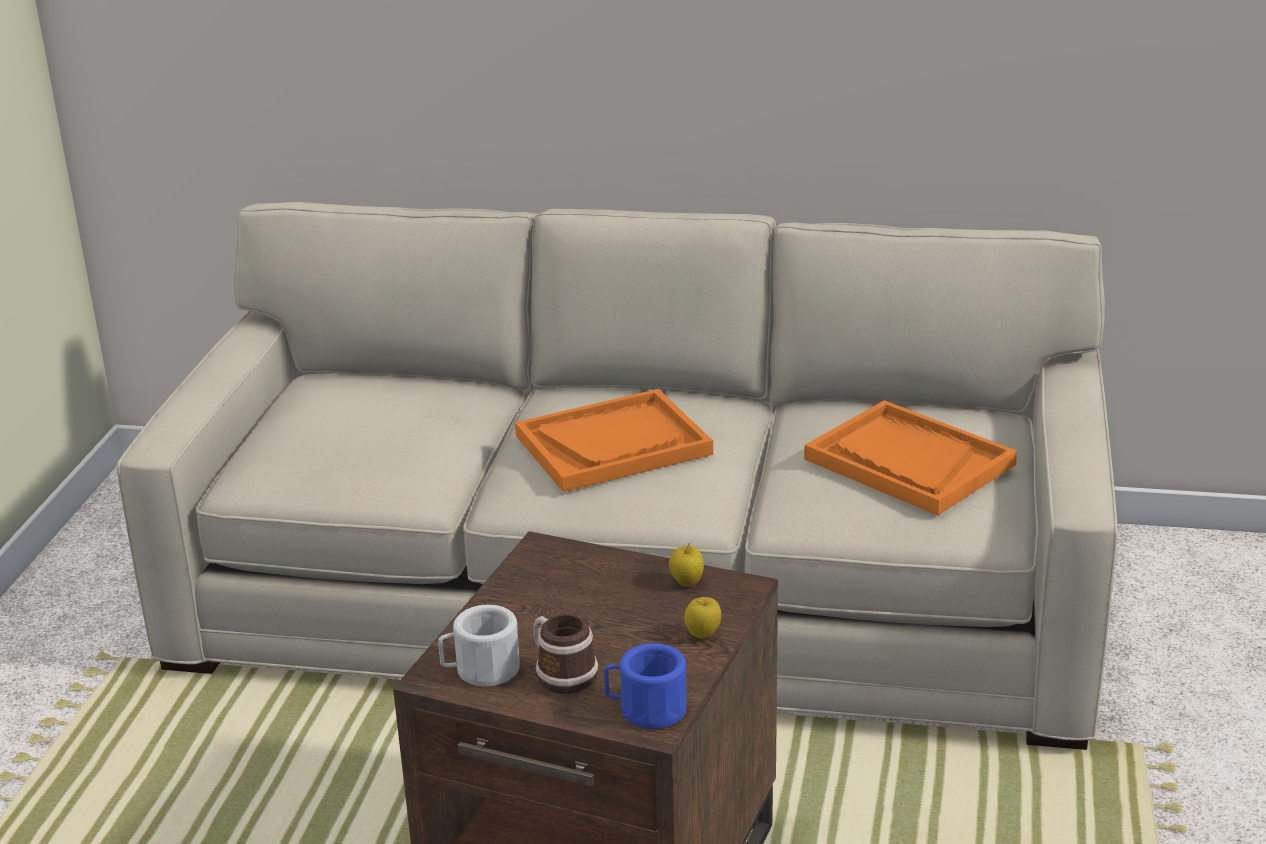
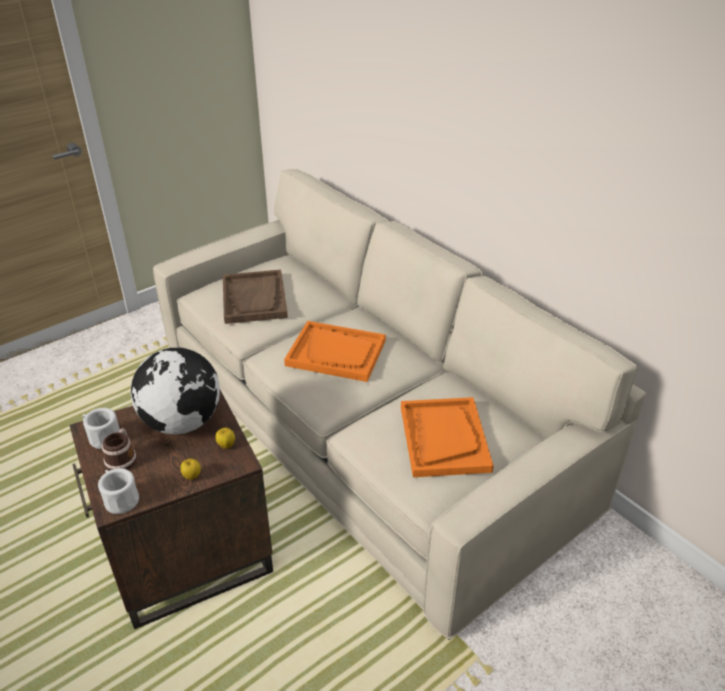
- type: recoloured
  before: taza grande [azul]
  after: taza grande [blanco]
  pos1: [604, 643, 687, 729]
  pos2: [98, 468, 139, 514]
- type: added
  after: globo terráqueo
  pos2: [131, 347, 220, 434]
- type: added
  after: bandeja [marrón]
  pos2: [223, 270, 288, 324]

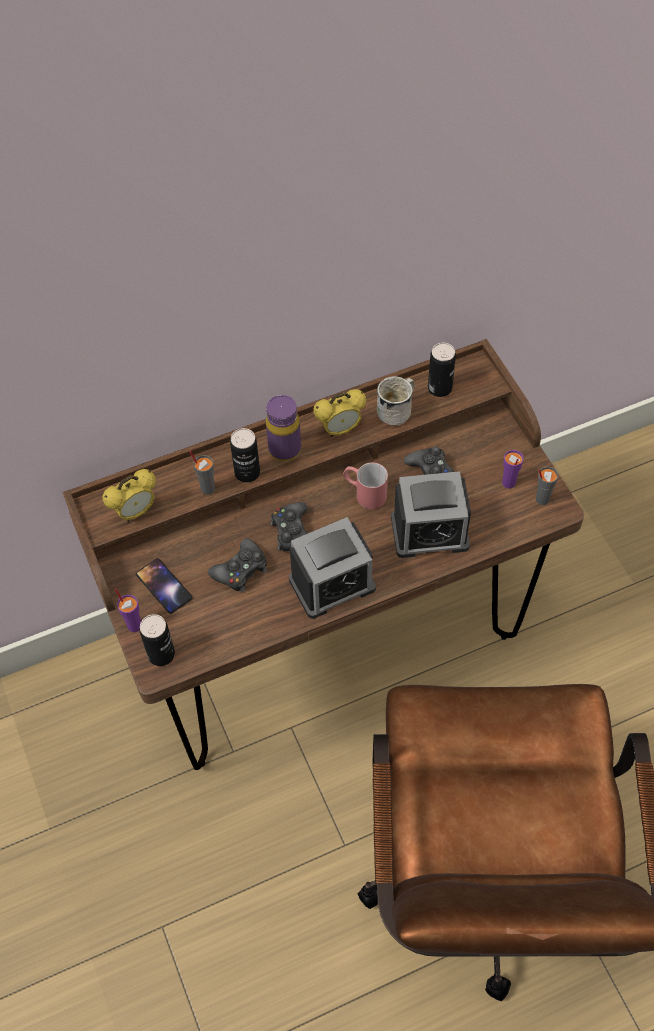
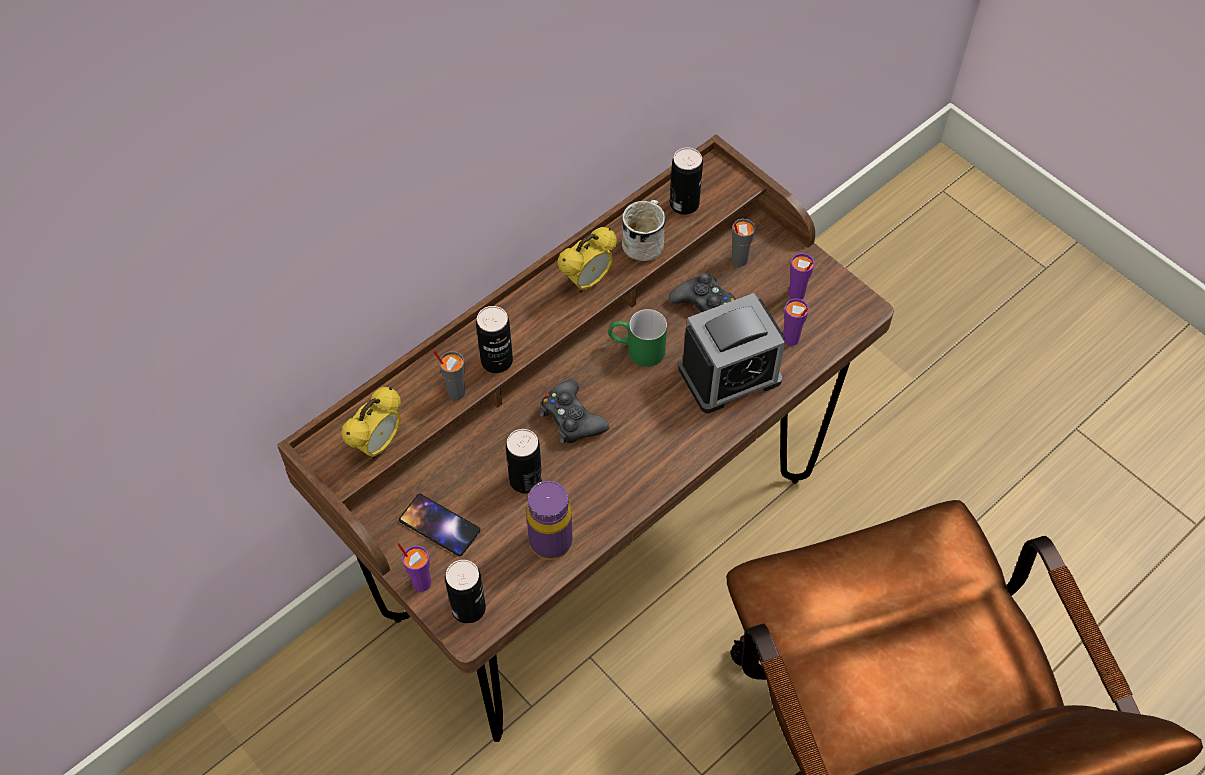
- type: replaced
  before: mando de consola [negro]
  after: lata
  pos1: [208, 538, 267, 592]
  pos2: [506, 429, 542, 494]
- type: moved
  before: botella [morado]
  pos1: [266, 395, 301, 461]
  pos2: [526, 481, 572, 560]
- type: recoloured
  before: taza grande [rojo]
  after: taza grande [verde]
  pos1: [343, 462, 388, 509]
  pos2: [608, 309, 667, 367]
- type: moved
  before: taza [gris]
  pos1: [536, 467, 558, 505]
  pos2: [732, 219, 755, 266]
- type: added
  after: taza [morado]
  pos2: [783, 298, 809, 346]
- type: removed
  before: despertador
  pos1: [289, 517, 376, 619]

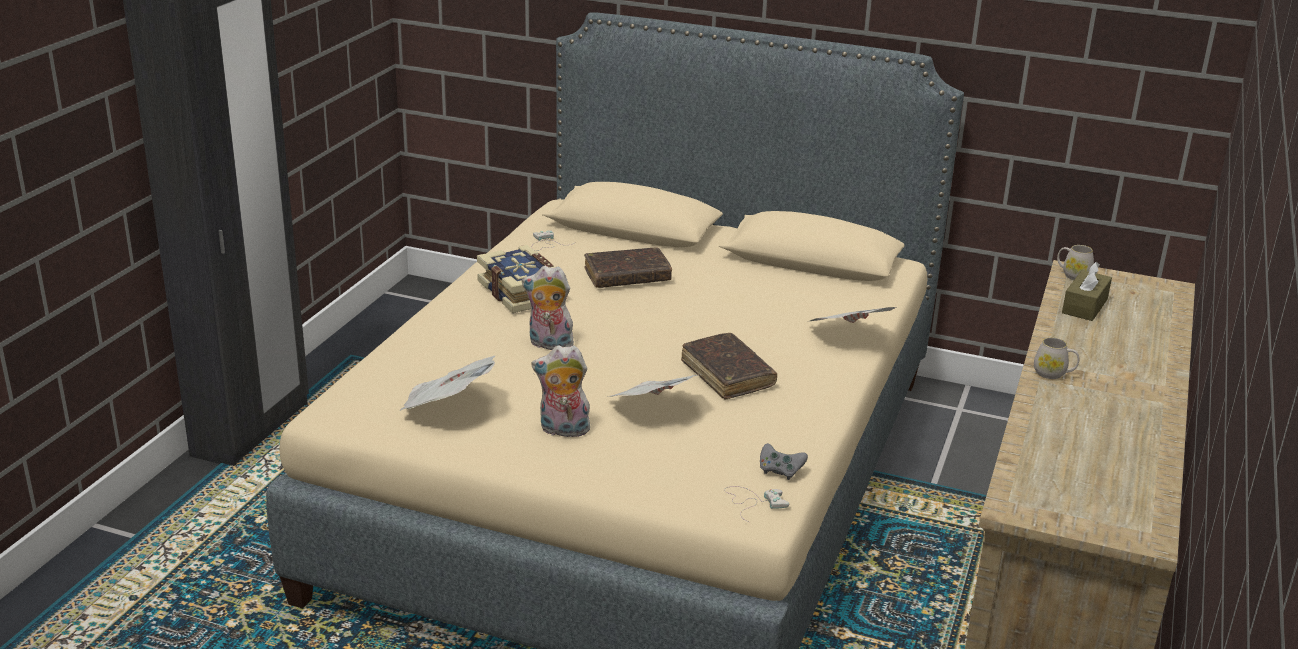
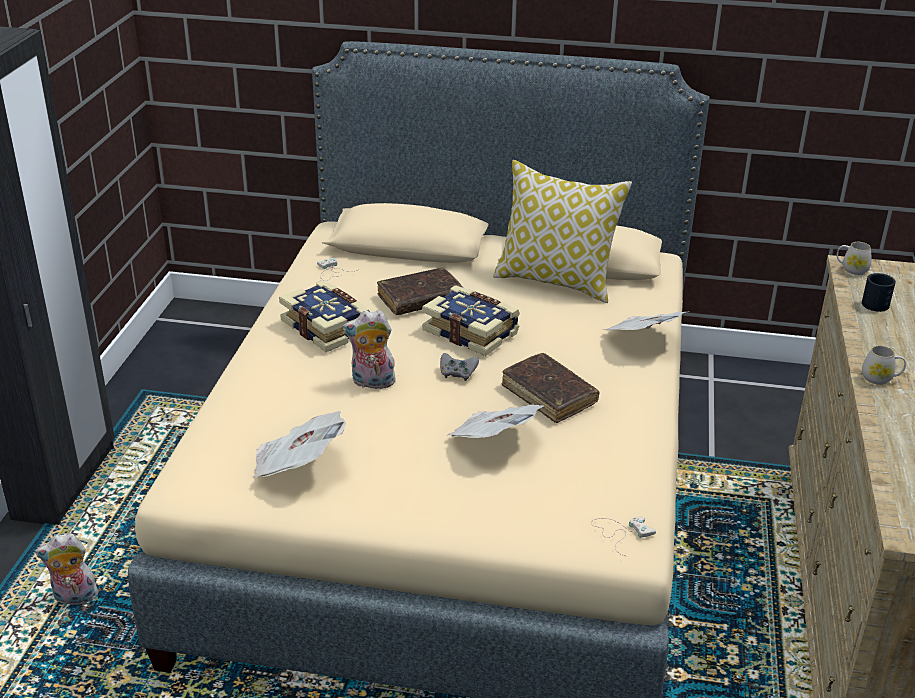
- type: moved
  before: peluche
  pos1: [531, 345, 592, 437]
  pos2: [35, 533, 100, 605]
- type: added
  after: libro
  pos2: [422, 285, 520, 356]
- type: moved
  before: mando de consola [gris]
  pos1: [760, 443, 808, 480]
  pos2: [440, 353, 479, 381]
- type: added
  after: cojín
  pos2: [493, 160, 632, 303]
- type: replaced
  before: caja de pañuelos [marrón]
  after: taza grande [negro]
  pos1: [1062, 262, 1112, 321]
  pos2: [862, 273, 896, 312]

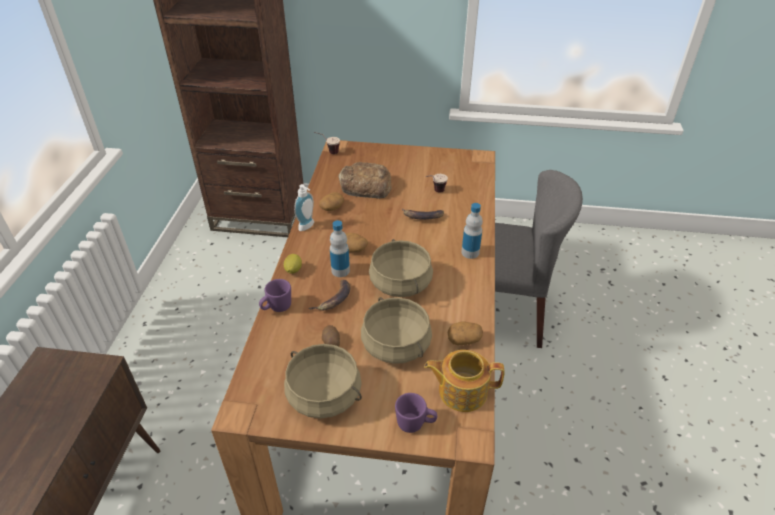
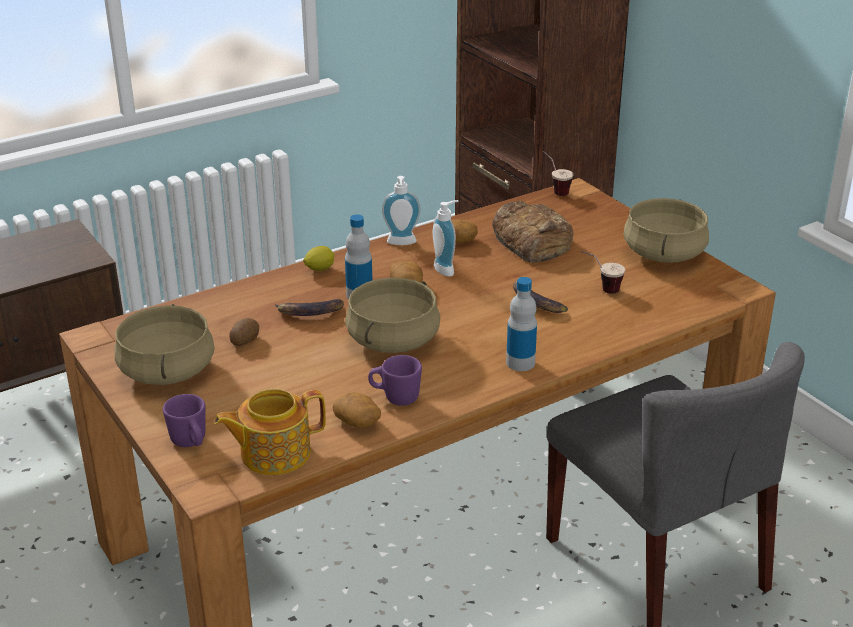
- type: turned
  before: tetera
  pos1: [424, 350, 505, 412]
  pos2: [214, 389, 326, 475]
  turn: -75
- type: moved
  before: taza grande [morado]
  pos1: [259, 279, 291, 312]
  pos2: [368, 355, 422, 406]
- type: added
  after: dispensador de jabón
  pos2: [433, 200, 458, 277]
- type: moved
  before: olla [beis]
  pos1: [361, 297, 432, 364]
  pos2: [624, 198, 709, 263]

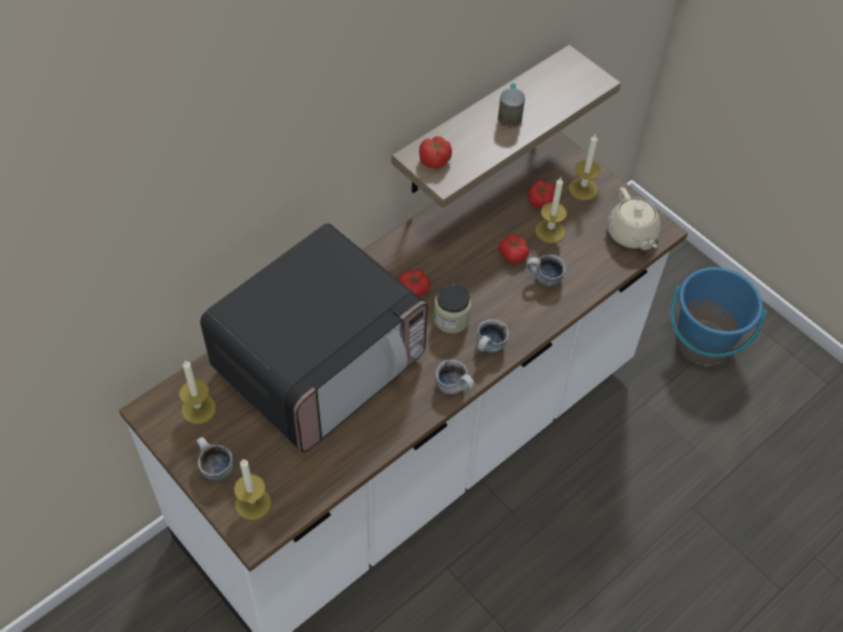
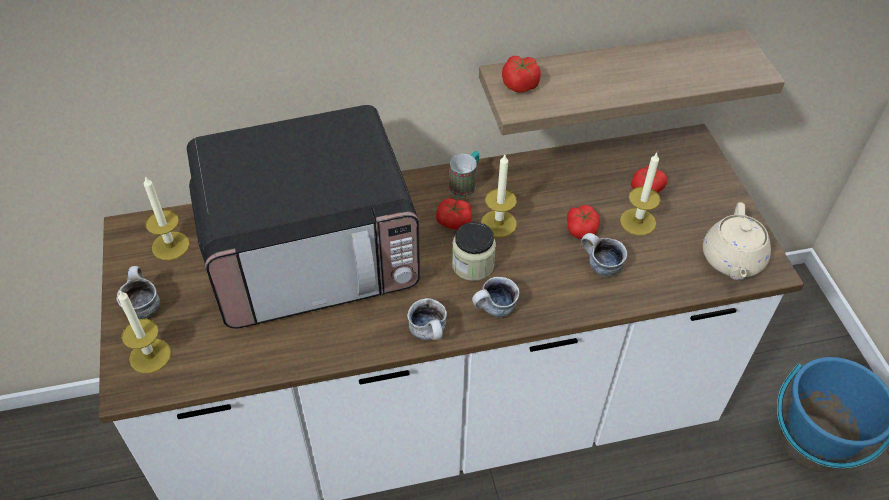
- type: moved
  before: taza grande
  pos1: [498, 83, 525, 129]
  pos2: [449, 151, 479, 197]
- type: moved
  before: vela
  pos1: [569, 133, 600, 200]
  pos2: [481, 155, 517, 237]

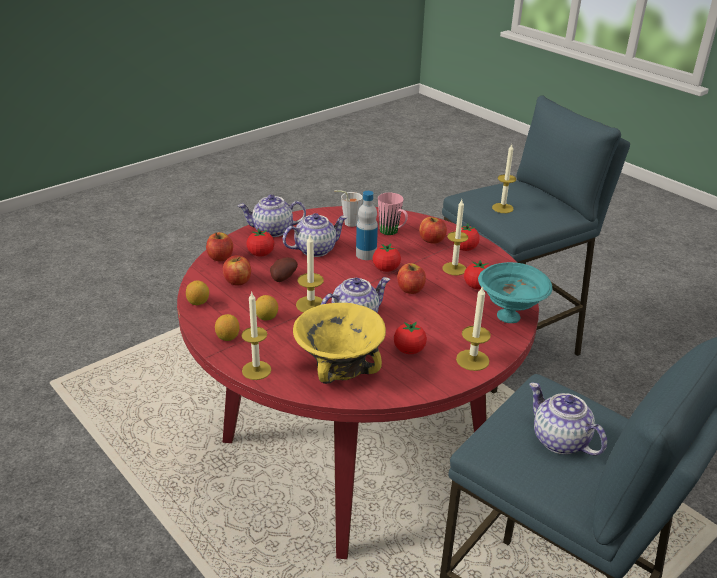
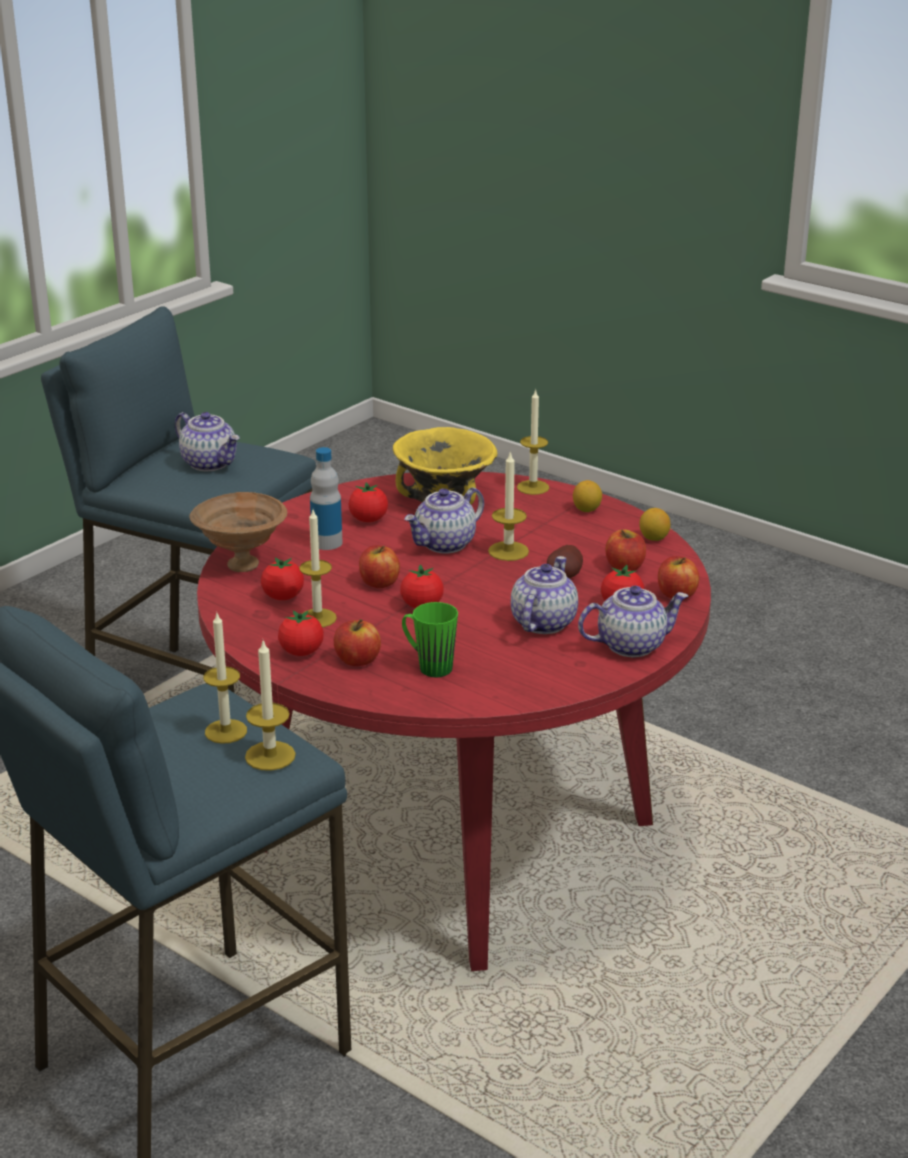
- type: recoloured
  before: cuenco [turquesa]
  after: cuenco [marrón]
  pos1: [478, 262, 552, 323]
  pos2: [189, 492, 287, 572]
- type: moved
  before: vela
  pos1: [456, 285, 491, 371]
  pos2: [245, 641, 296, 771]
- type: moved
  before: botella
  pos1: [356, 191, 378, 260]
  pos2: [310, 447, 342, 550]
- type: recoloured
  before: taza grande [rosa]
  after: taza grande [verde]
  pos1: [378, 193, 408, 235]
  pos2: [402, 602, 458, 677]
- type: turned
  before: tetera
  pos1: [283, 213, 347, 257]
  pos2: [511, 556, 578, 634]
  turn: 150
- type: removed
  before: limón
  pos1: [256, 295, 278, 320]
- type: removed
  before: taza [gris]
  pos1: [334, 190, 363, 227]

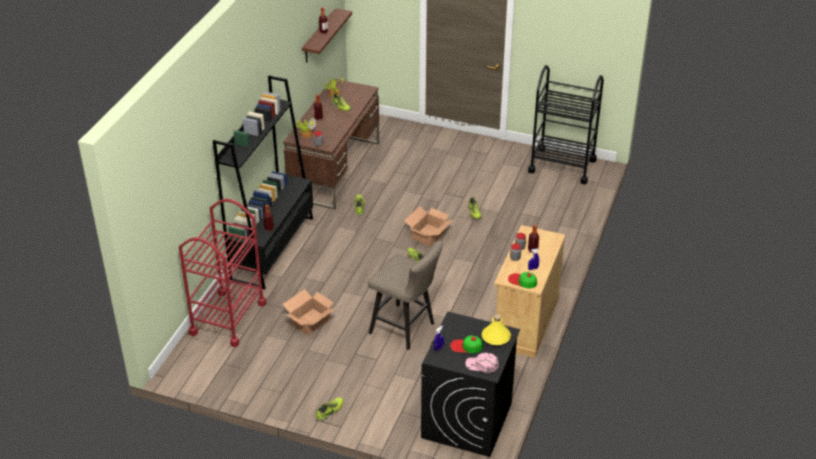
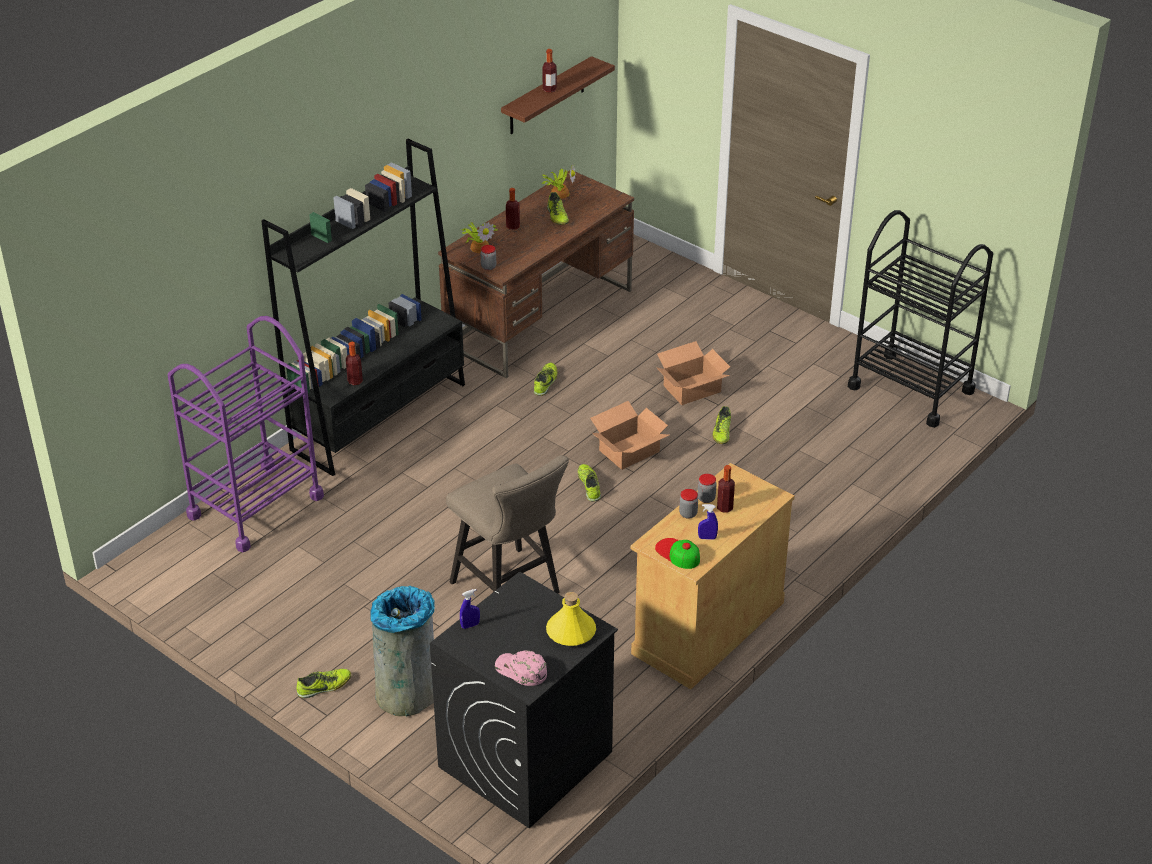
- type: recoloured
  before: carrito [rojo]
  after: carrito [morado]
  pos1: [179, 199, 266, 347]
  pos2: [168, 316, 324, 552]
- type: added
  after: papelera [gris]
  pos2: [370, 586, 435, 717]
- type: moved
  before: caja de cartón
  pos1: [282, 289, 335, 335]
  pos2: [656, 341, 730, 405]
- type: removed
  before: gorra
  pos1: [450, 335, 483, 353]

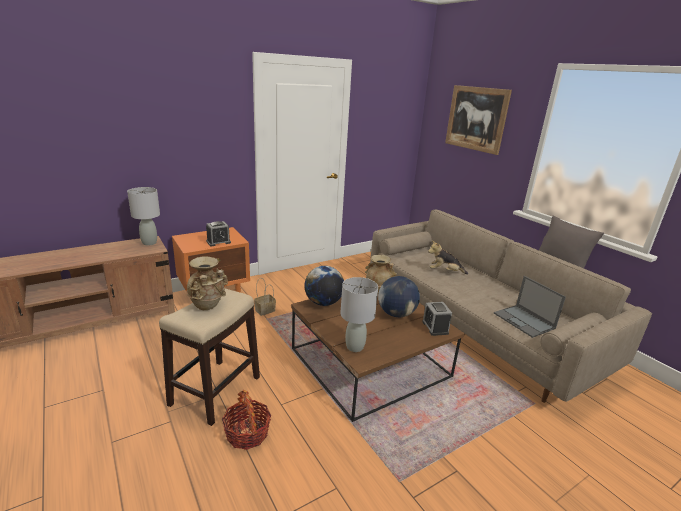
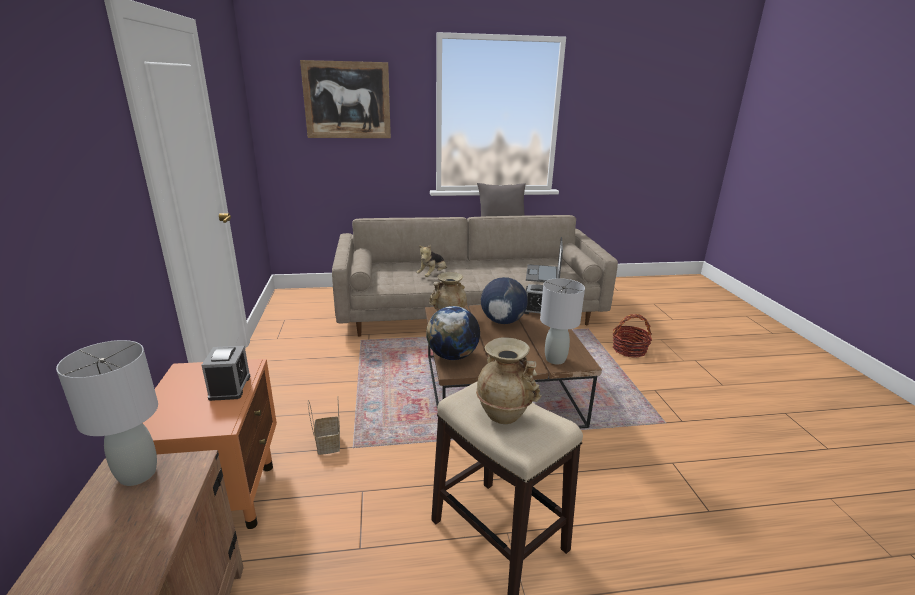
- type: turned
  before: portátil
  pos1: [494, 276, 566, 338]
  pos2: [526, 237, 563, 282]
  turn: 105
- type: moved
  before: cesta
  pos1: [222, 390, 271, 450]
  pos2: [613, 314, 652, 358]

